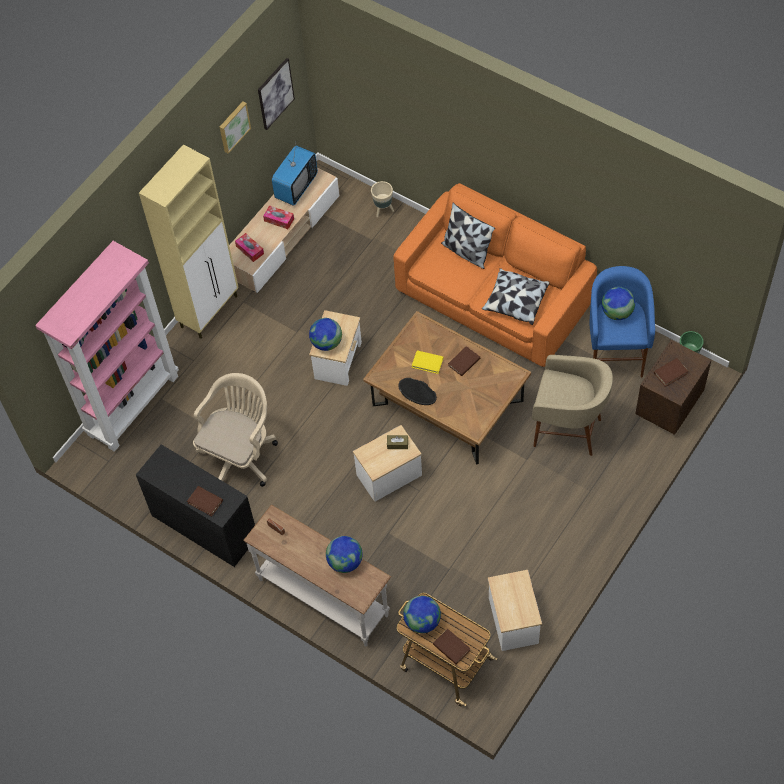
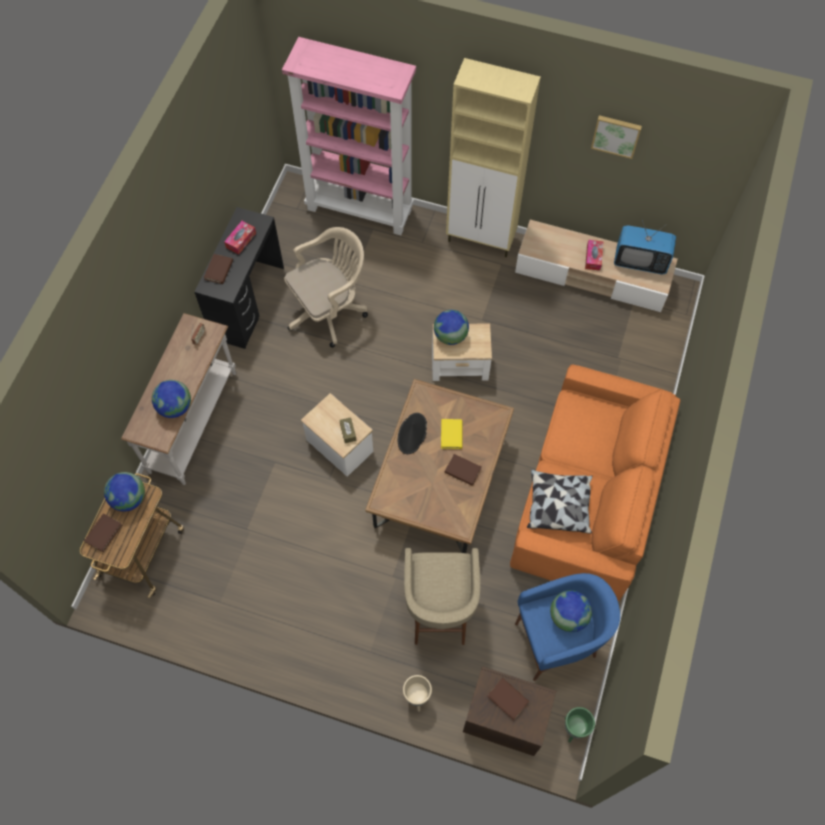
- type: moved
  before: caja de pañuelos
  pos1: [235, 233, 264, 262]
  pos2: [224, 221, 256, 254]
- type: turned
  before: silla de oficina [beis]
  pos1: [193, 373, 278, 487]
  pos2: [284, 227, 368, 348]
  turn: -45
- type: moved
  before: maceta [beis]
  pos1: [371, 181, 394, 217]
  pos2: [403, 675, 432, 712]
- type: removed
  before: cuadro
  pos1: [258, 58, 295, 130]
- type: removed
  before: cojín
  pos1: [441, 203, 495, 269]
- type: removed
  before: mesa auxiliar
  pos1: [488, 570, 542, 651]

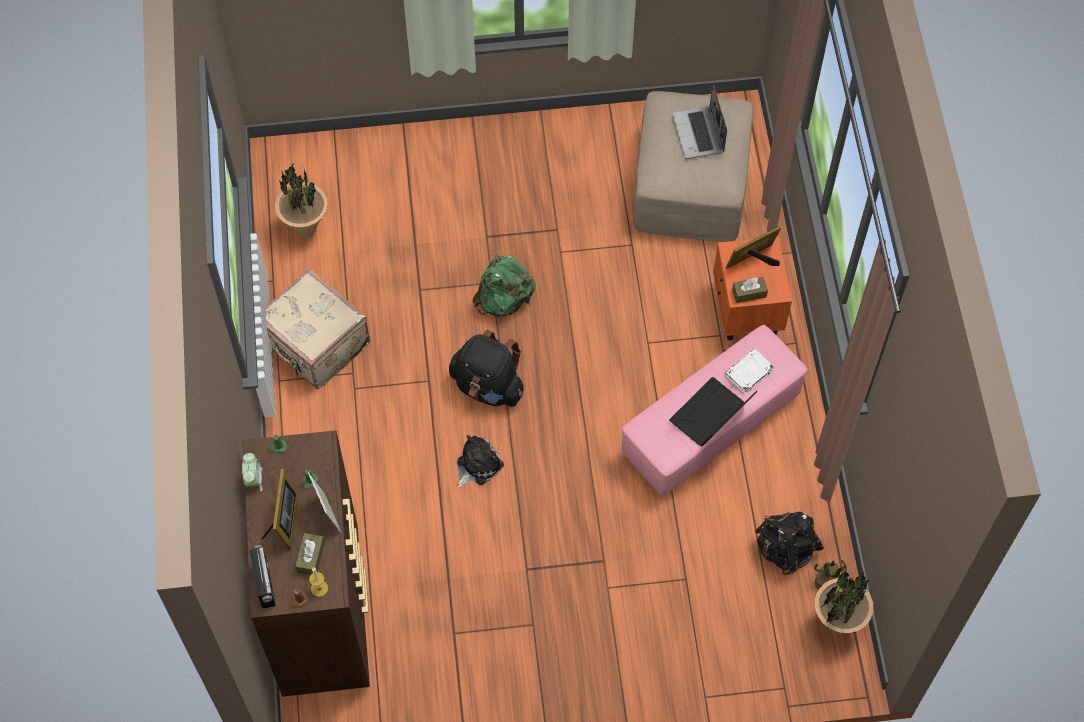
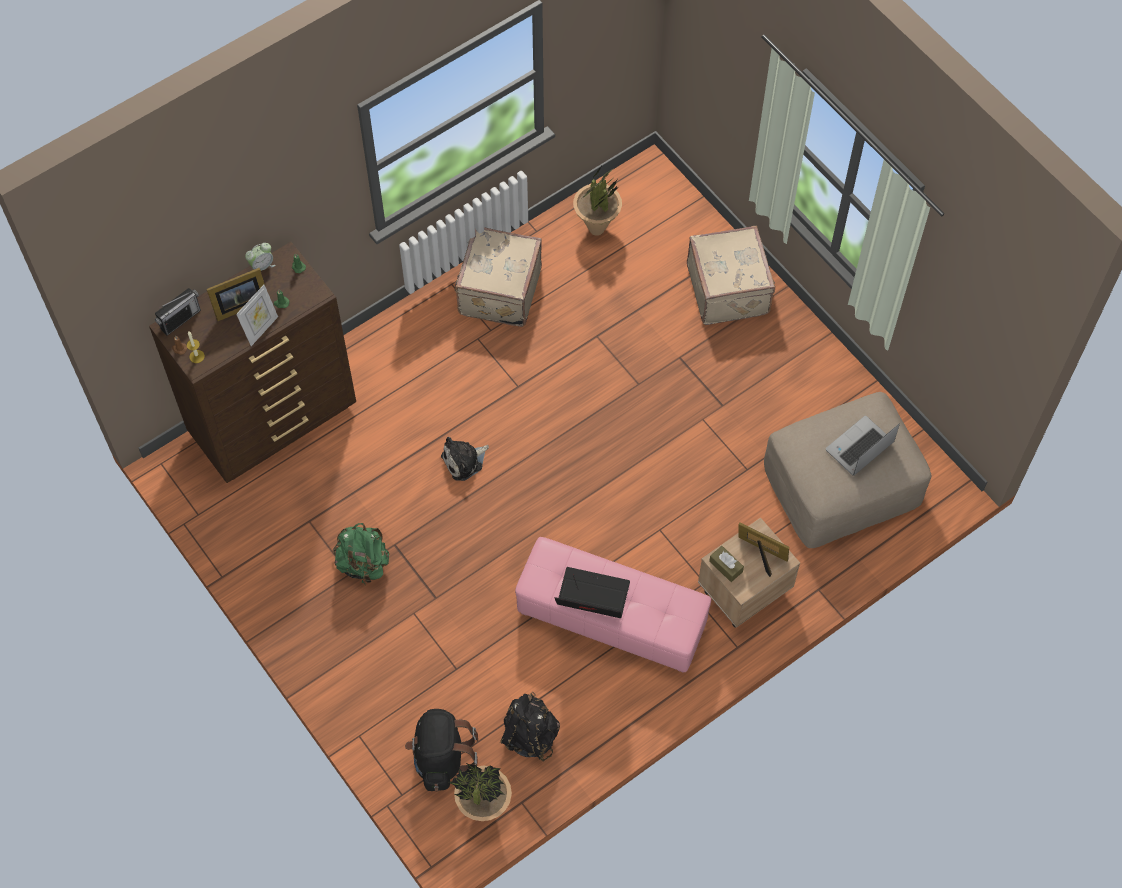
- type: moved
  before: mochila [verde]
  pos1: [472, 255, 536, 316]
  pos2: [333, 523, 389, 584]
- type: moved
  before: mochila [negro]
  pos1: [449, 330, 524, 407]
  pos2: [405, 709, 478, 791]
- type: turned
  before: peluche
  pos1: [457, 435, 504, 488]
  pos2: [441, 437, 489, 481]
  turn: 135
- type: added
  after: maleta [beis]
  pos2: [687, 226, 775, 325]
- type: recoloured
  before: mesita de noche [naranja]
  after: mesita de noche [beis]
  pos1: [713, 237, 792, 340]
  pos2: [698, 518, 800, 628]
- type: removed
  before: caja de pañuelos [marrón]
  pos1: [295, 533, 325, 575]
- type: removed
  before: libro [blanco]
  pos1: [724, 349, 774, 394]
- type: removed
  before: planta en maceta
  pos1: [814, 560, 846, 589]

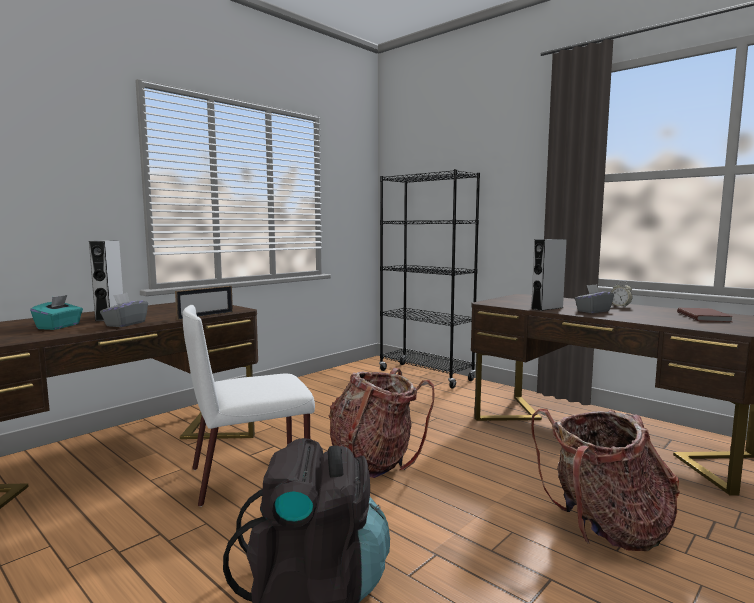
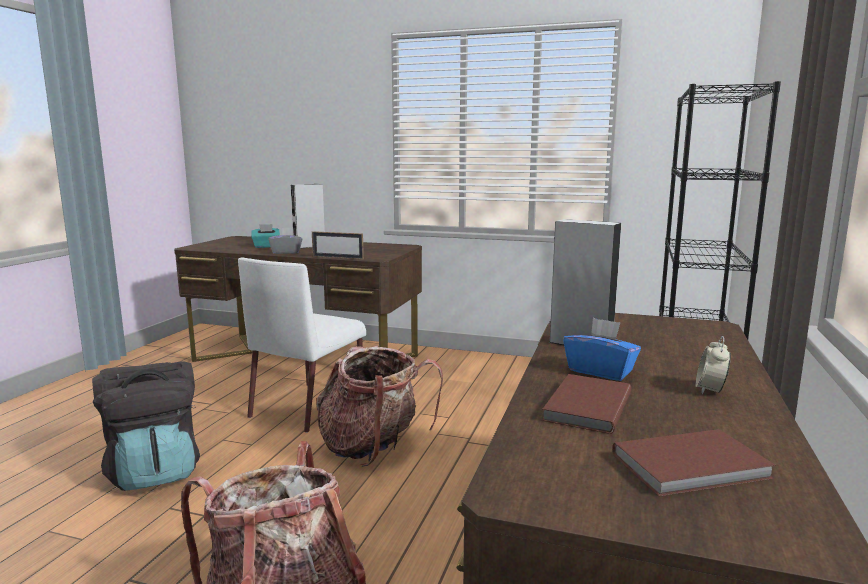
- type: turned
  before: silla [blanco]
  pos1: [183, 305, 315, 507]
  pos2: [238, 258, 366, 433]
  turn: -105
- type: added
  after: libro [marrón]
  pos2: [542, 374, 632, 434]
- type: recoloured
  before: caja de pañuelos [gris]
  after: caja de pañuelos [azul]
  pos1: [575, 284, 614, 313]
  pos2: [563, 318, 641, 381]

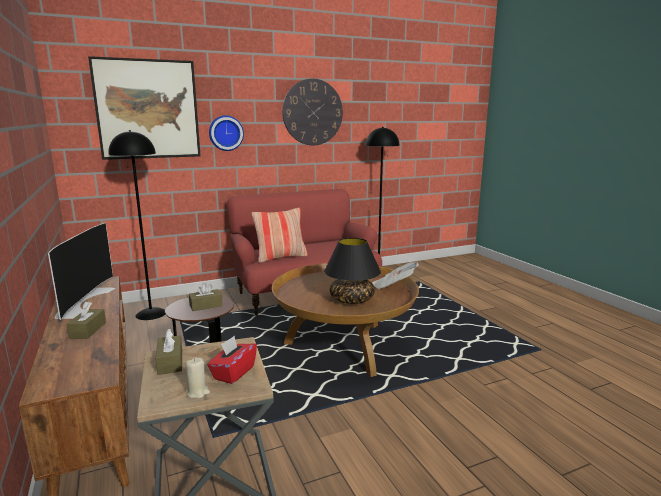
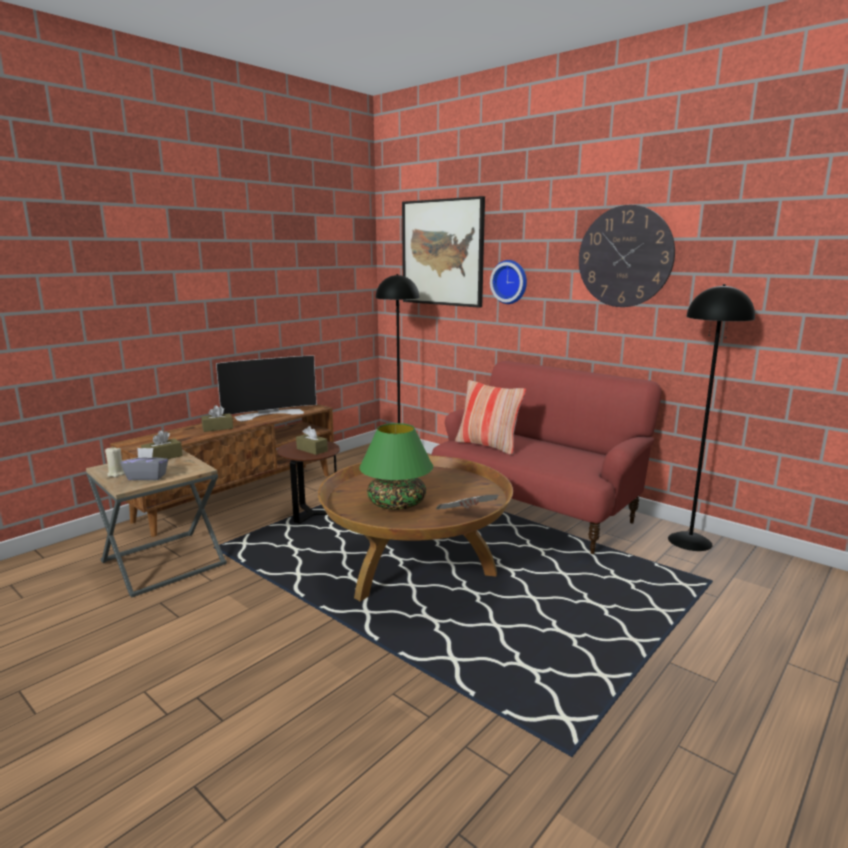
- type: recoloured
  before: caja de pañuelos [rojo]
  after: caja de pañuelos [gris]
  pos1: [207, 336, 257, 384]
  pos2: [121, 448, 168, 480]
- type: recoloured
  before: lámpara de mesa [negro]
  after: lámpara de mesa [verde]
  pos1: [324, 238, 381, 304]
  pos2: [359, 423, 433, 510]

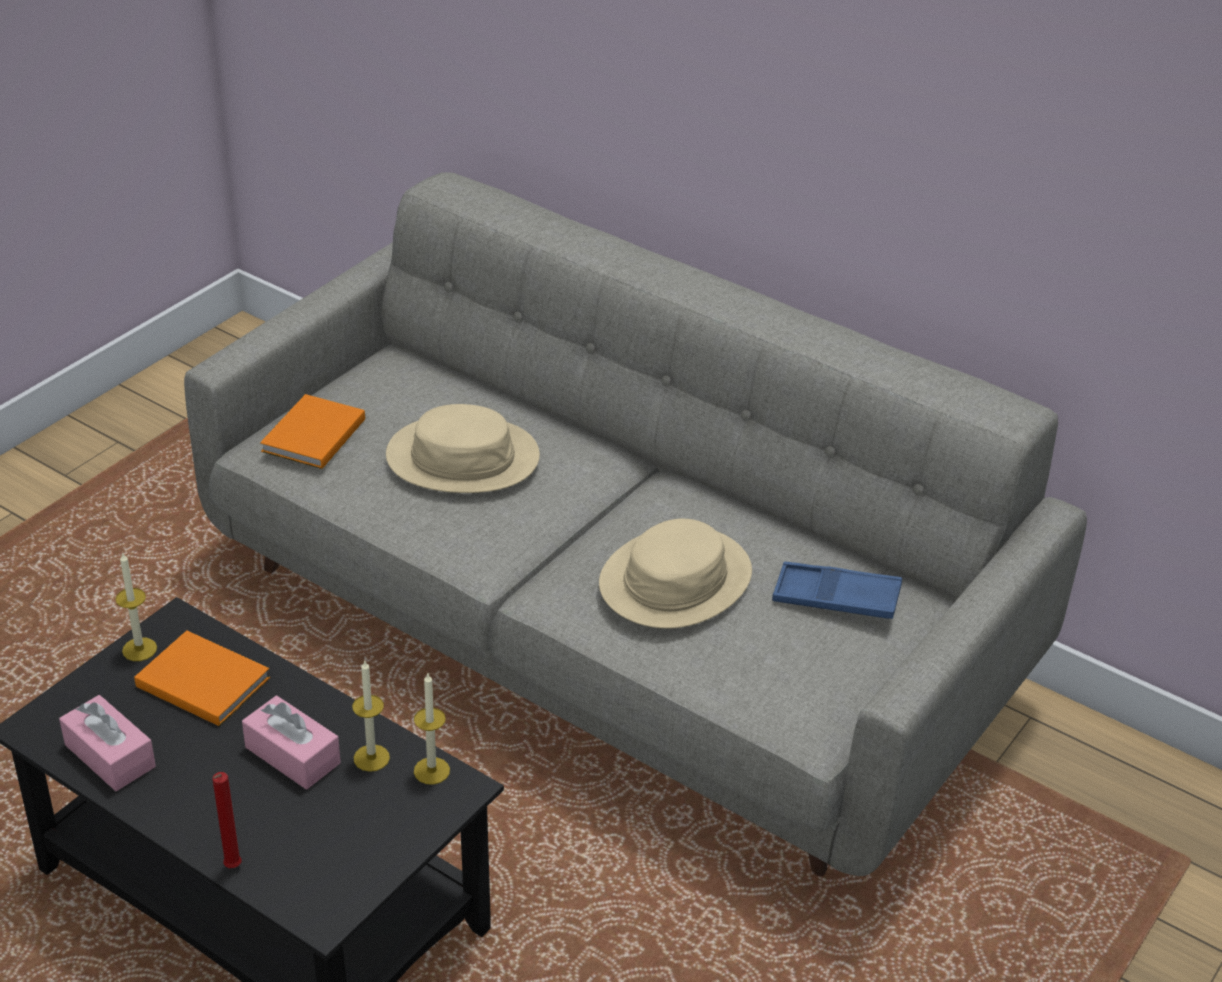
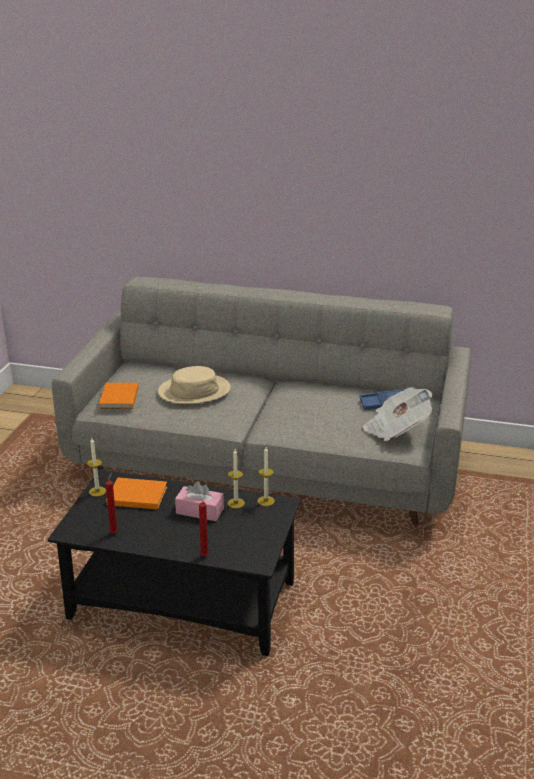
- type: replaced
  before: caja de pañuelos [rosa]
  after: vela [rojo]
  pos1: [59, 695, 156, 791]
  pos2: [106, 473, 118, 533]
- type: added
  after: periódico
  pos2: [363, 387, 433, 441]
- type: removed
  before: sombrero [beis]
  pos1: [599, 519, 752, 629]

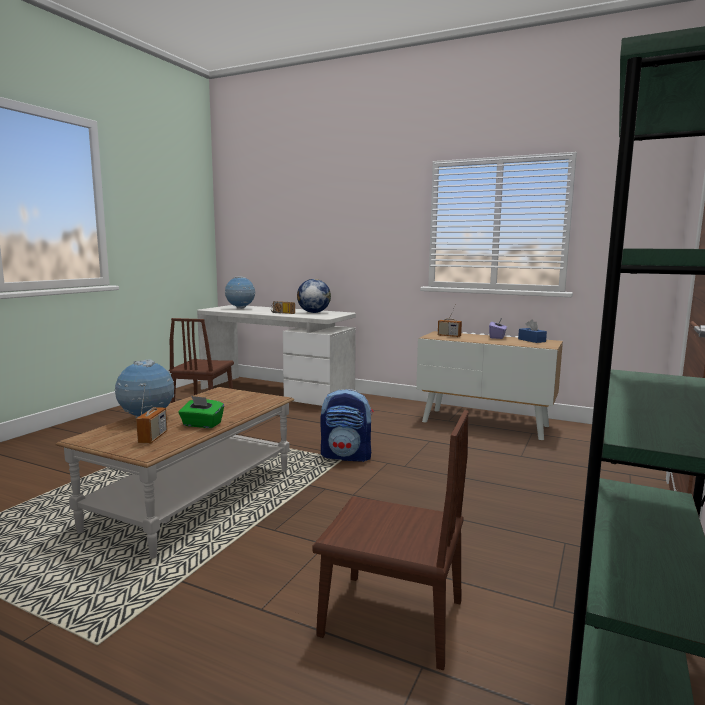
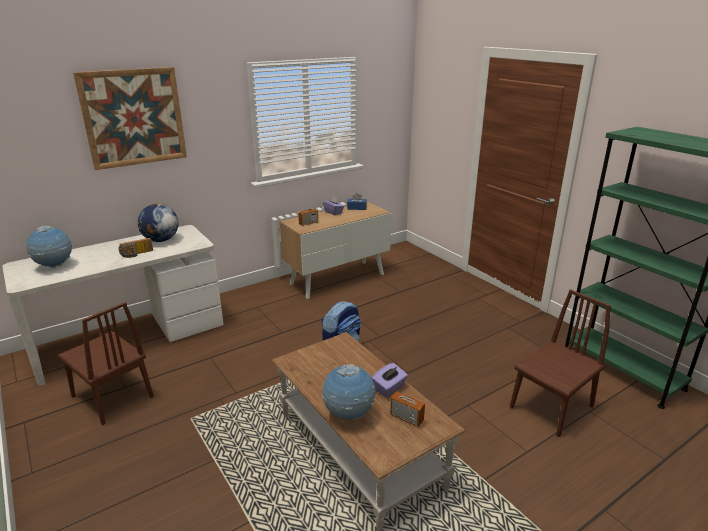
- type: added
  after: cuadro
  pos2: [73, 67, 187, 170]
- type: recoloured
  before: caja de pañuelos [verde]
  after: caja de pañuelos [morado]
  pos1: [179, 396, 224, 428]
  pos2: [371, 363, 408, 397]

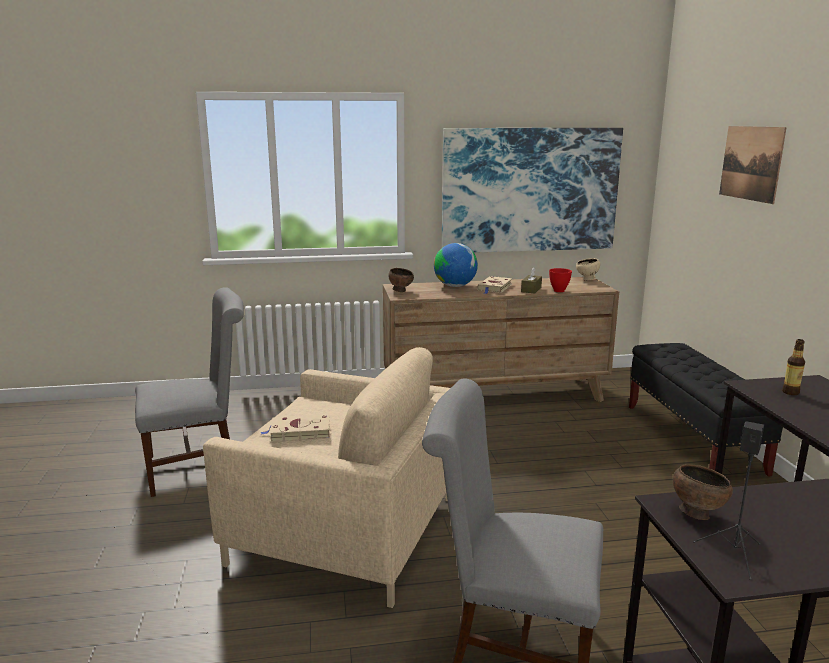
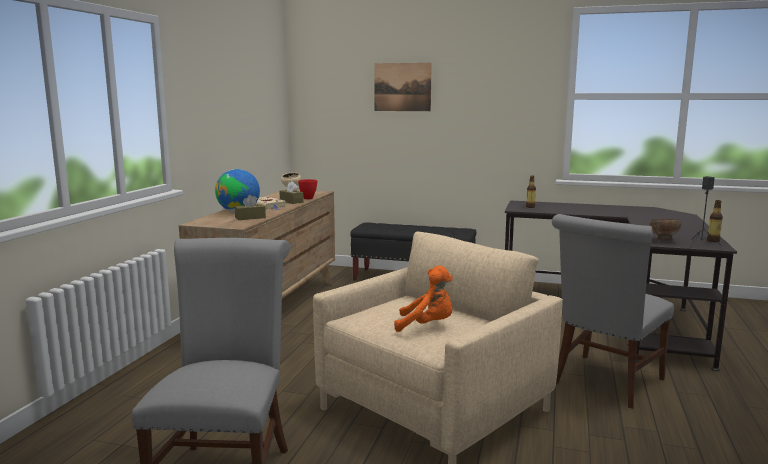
- type: added
  after: caja de pañuelos [marrón]
  pos2: [235, 195, 266, 220]
- type: replaced
  before: libro [beis]
  after: peluche [naranja]
  pos1: [261, 414, 330, 442]
  pos2: [394, 266, 453, 332]
- type: added
  after: botella
  pos2: [707, 200, 723, 242]
- type: removed
  before: cuenco [marrón]
  pos1: [388, 268, 414, 292]
- type: removed
  before: cuadro
  pos1: [442, 128, 623, 253]

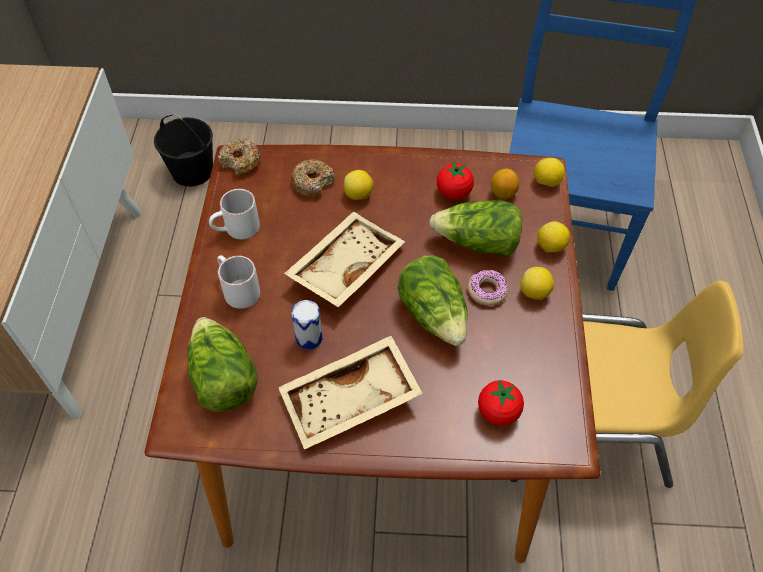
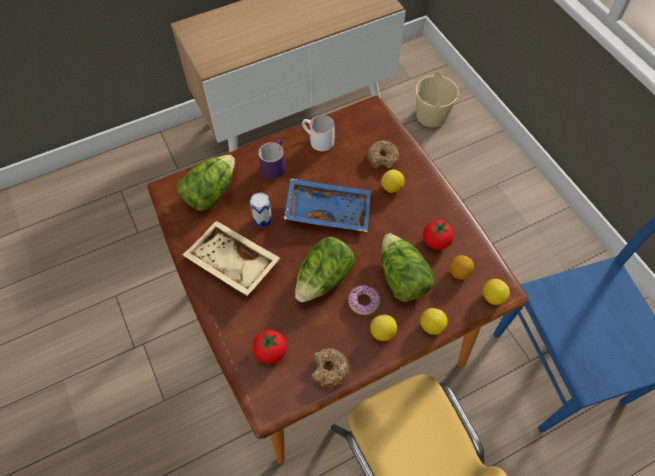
- type: recoloured
  before: taza grande [blanco]
  after: taza grande [morado]
  pos1: [217, 255, 260, 309]
  pos2: [258, 139, 285, 179]
- type: recoloured
  before: bandeja [beis]
  after: bandeja [azul]
  pos1: [284, 211, 405, 307]
  pos2: [284, 178, 371, 232]
- type: moved
  before: rosquilla
  pos1: [218, 139, 261, 176]
  pos2: [312, 348, 350, 387]
- type: recoloured
  before: cubo [negro]
  after: cubo [beis]
  pos1: [154, 114, 213, 187]
  pos2: [415, 71, 459, 127]

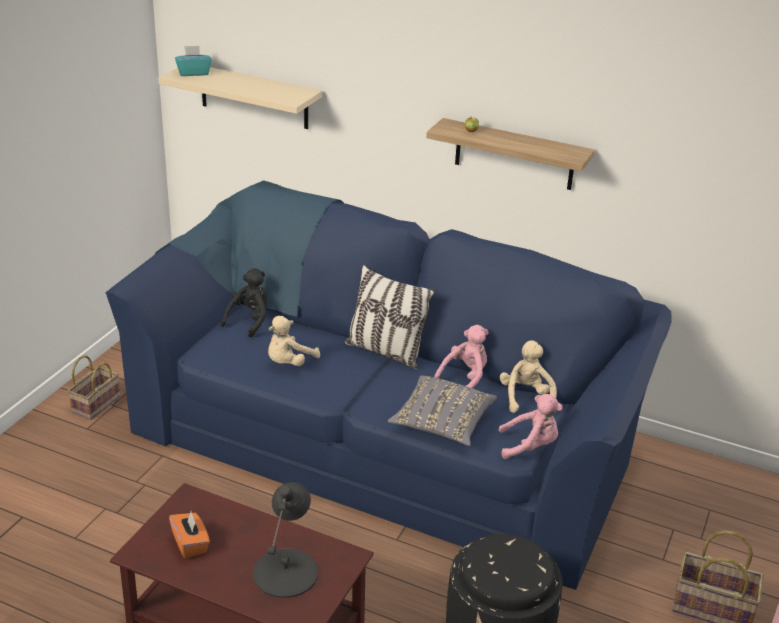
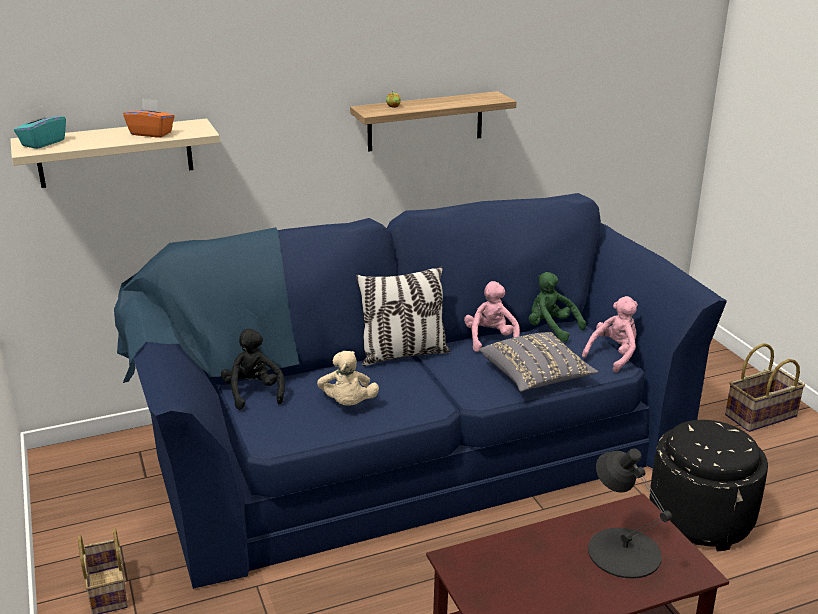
- type: moved
  before: caja de pañuelos [naranja]
  pos1: [169, 512, 210, 559]
  pos2: [123, 99, 175, 138]
- type: recoloured
  before: peluche [beis]
  after: peluche [verde]
  pos1: [500, 340, 557, 413]
  pos2: [529, 272, 586, 342]

